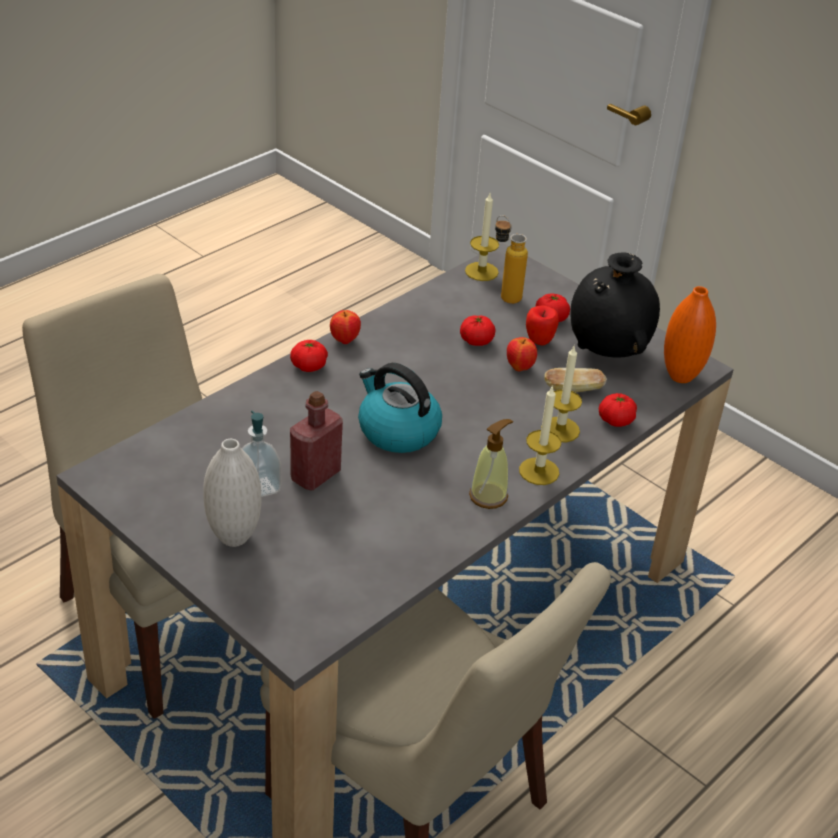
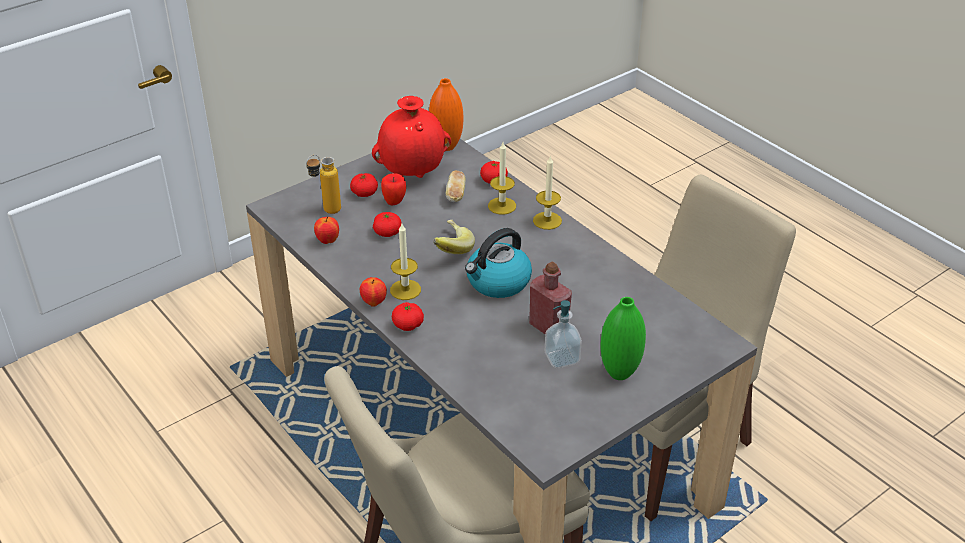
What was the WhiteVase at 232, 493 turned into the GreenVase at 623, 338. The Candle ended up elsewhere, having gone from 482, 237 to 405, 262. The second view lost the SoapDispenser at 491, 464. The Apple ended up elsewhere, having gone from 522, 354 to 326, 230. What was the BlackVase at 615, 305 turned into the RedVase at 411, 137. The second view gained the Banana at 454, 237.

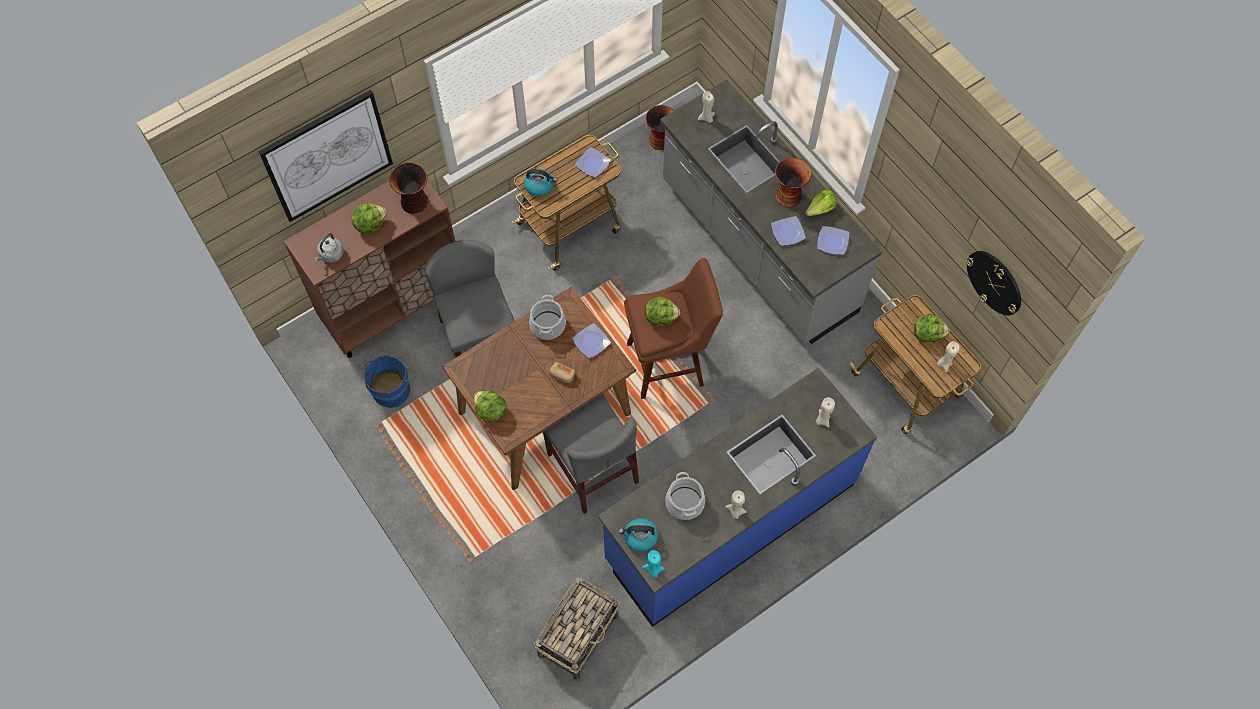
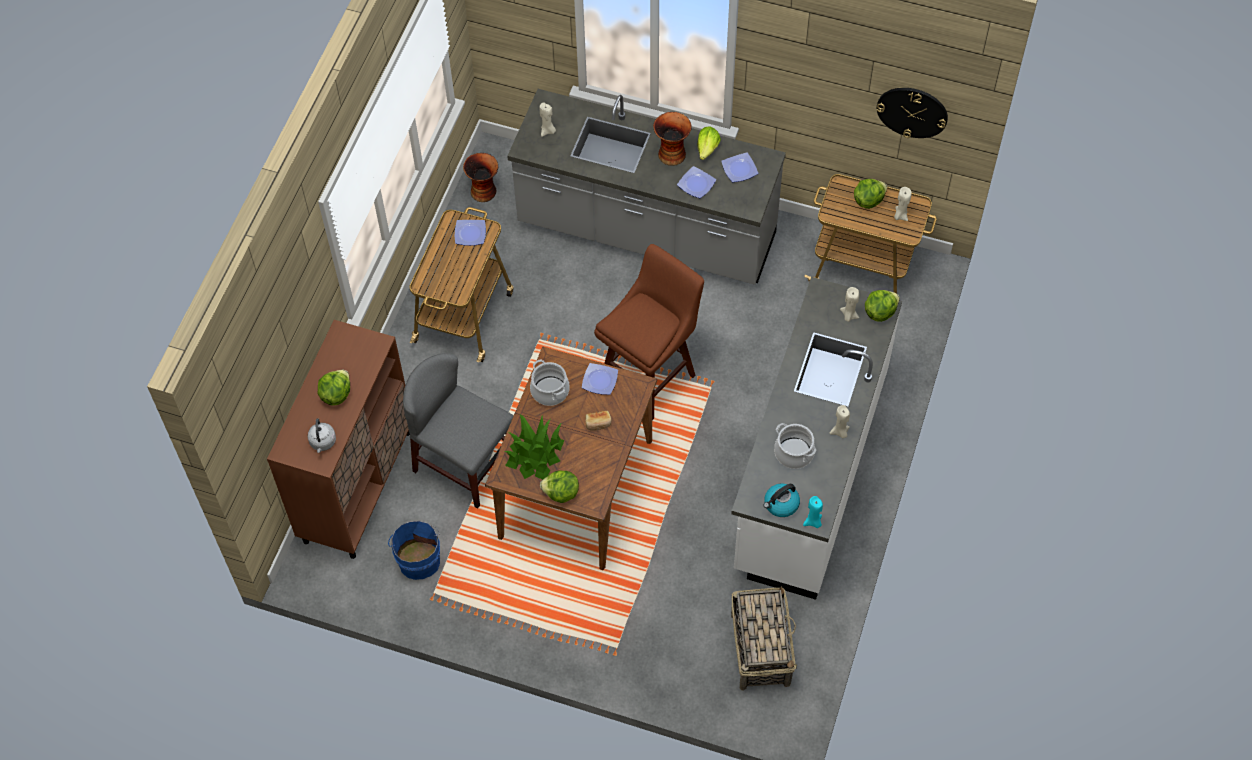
The second view lost the Picture at 325, 156. The second view lost the Vase at 408, 188. The second view lost the Kettle at 540, 183. The second view lost the GreyChair at 591, 454. What was the BlueCounter at 737, 497 turned into the WhiteCounter at 816, 438. The Lettuce ended up elsewhere, having gone from 662, 310 to 882, 306. The second view gained the PottedPlant at 534, 447.

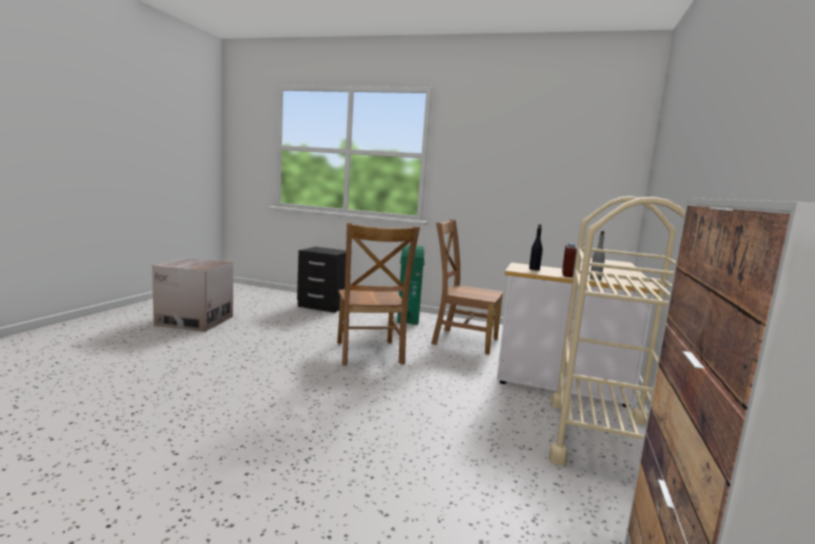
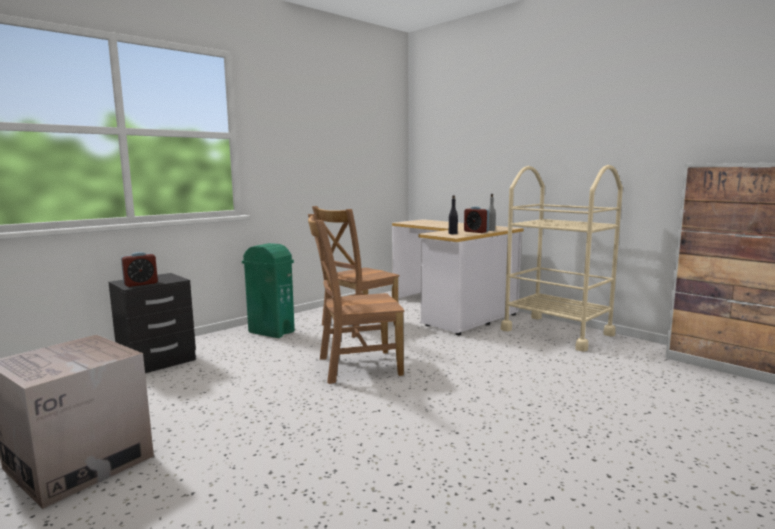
The BrownChair at 378, 294 ended up facing another way, 150 degrees clockwise from before. The second view gained the AlarmClock at 139, 269.

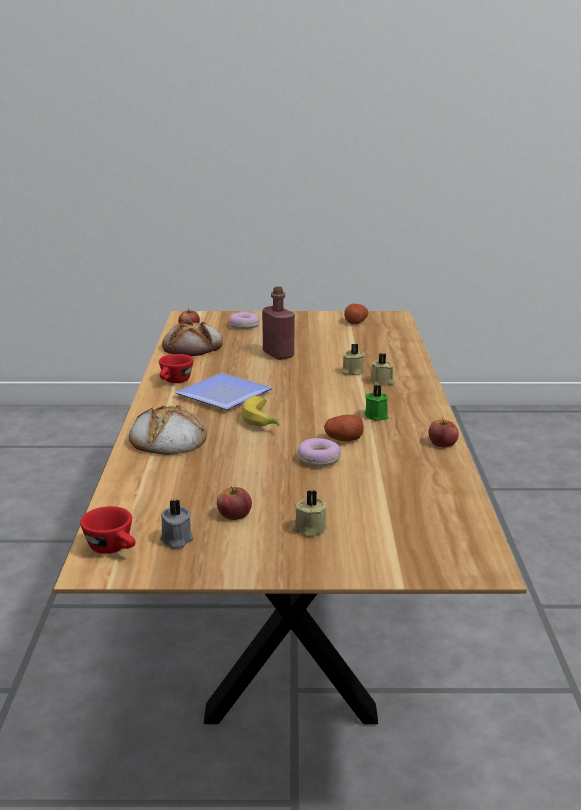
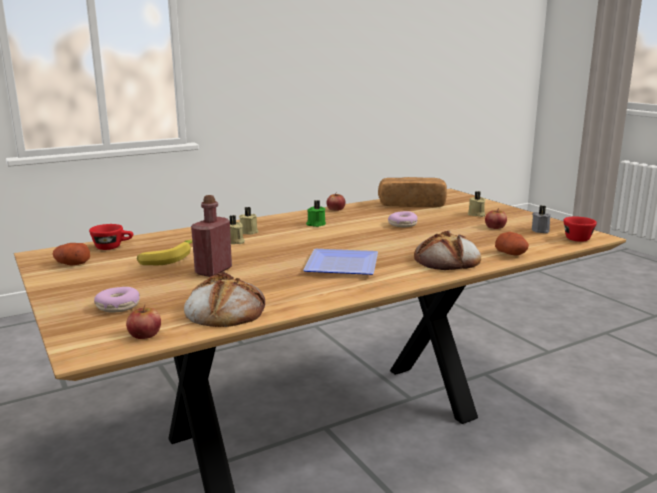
The RedCup ended up elsewhere, having gone from 176, 368 to 111, 237. The Banana ended up elsewhere, having gone from 260, 411 to 164, 252. The Potato ended up elsewhere, having gone from 344, 428 to 512, 244. The second view gained the Bread at 412, 192.

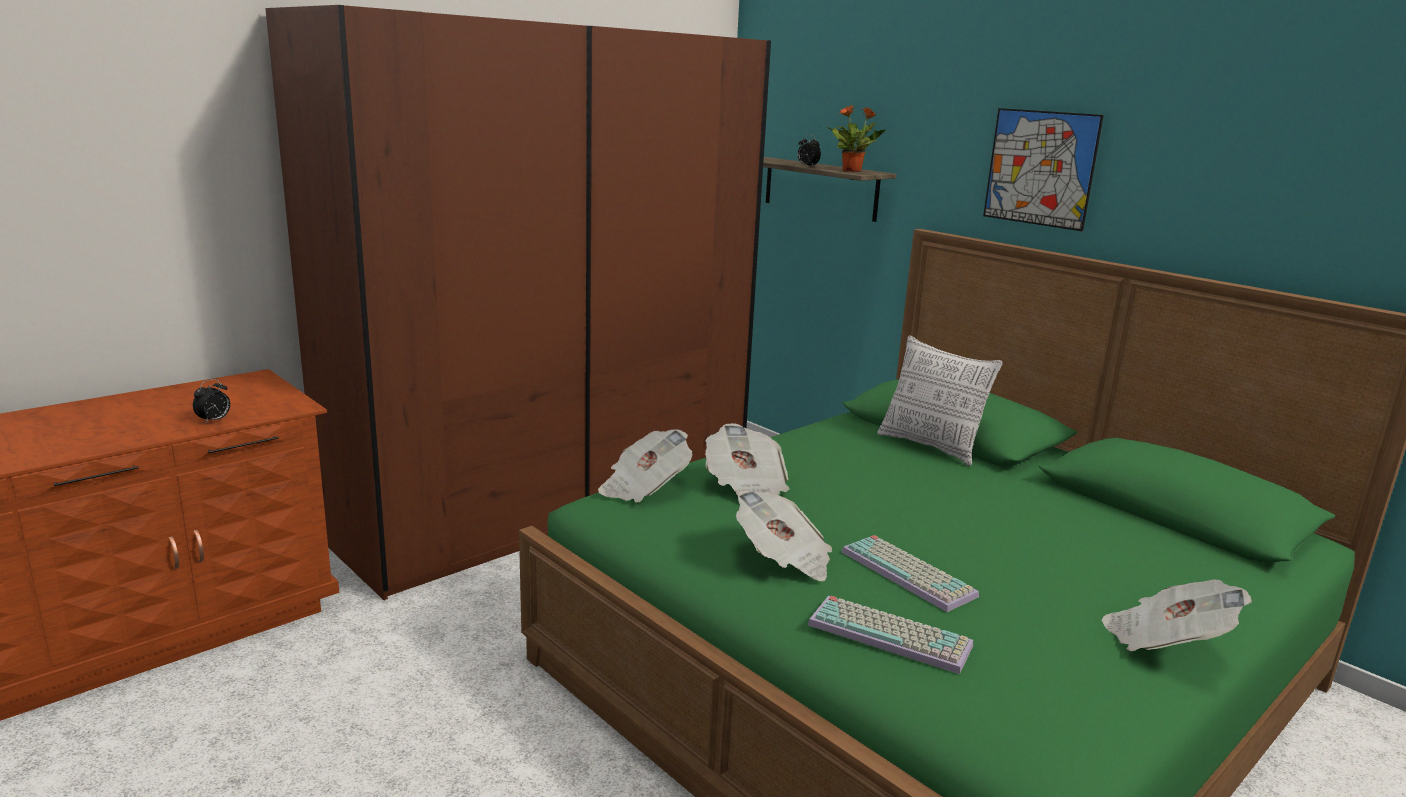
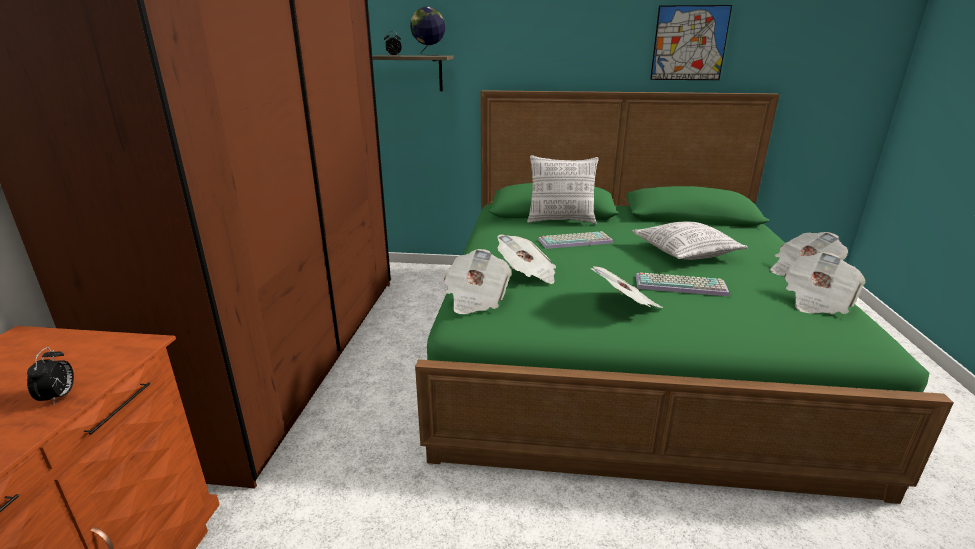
The Keyboard ended up elsewhere, having gone from 890, 635 to 575, 240. Where the PottedPlant stood at 856, 138, the Globe came to stand at 428, 31. The Picture ended up elsewhere, having gone from 1043, 169 to 691, 42. The second view gained the Pillow at 690, 241. The second view gained the Newspaper at 824, 283.

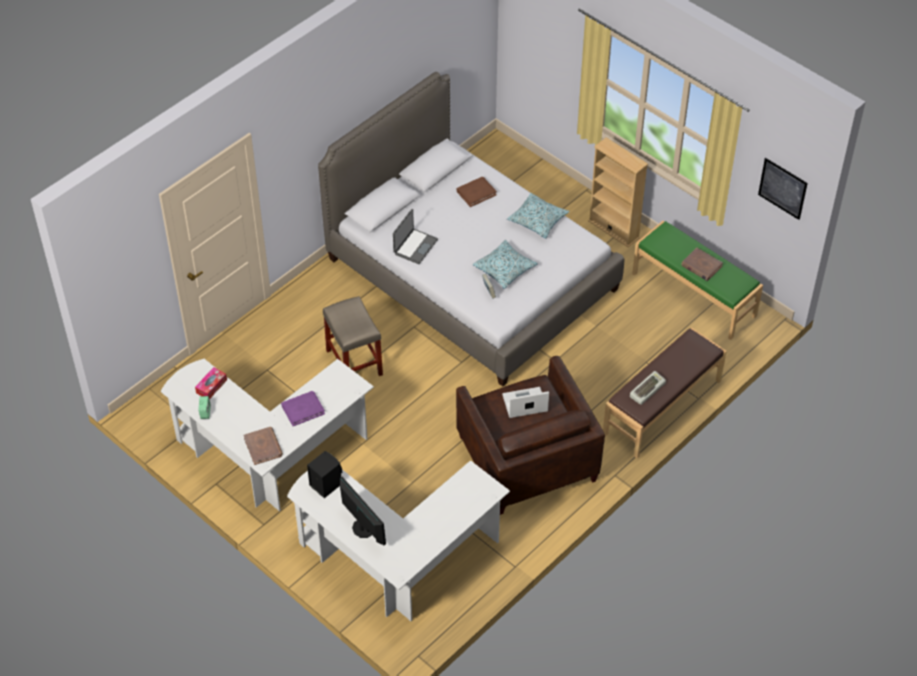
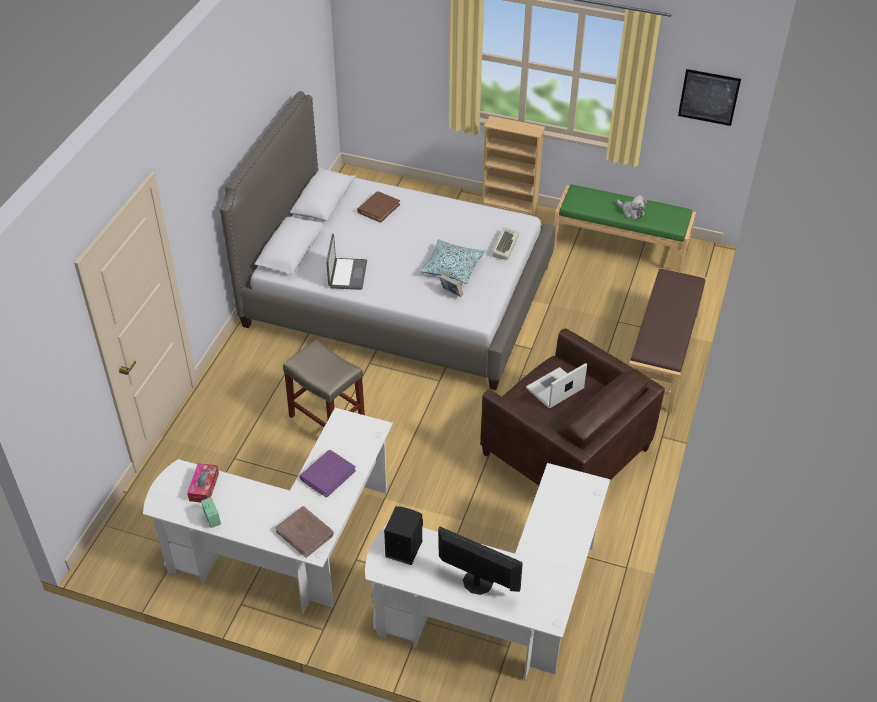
The second view lost the Pillow at 538, 215. The Keyboard ended up elsewhere, having gone from 648, 388 to 505, 243. Where the BrownBook stood at 702, 264, the PlushToy came to stand at 632, 207.

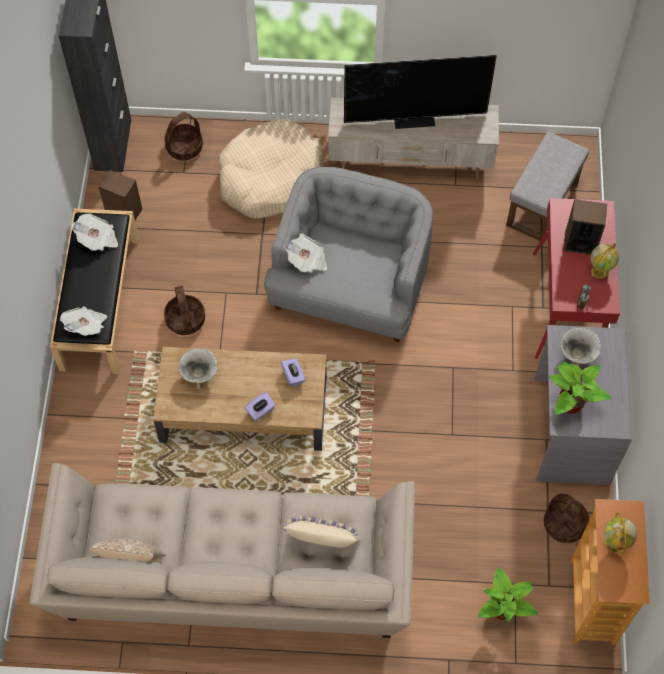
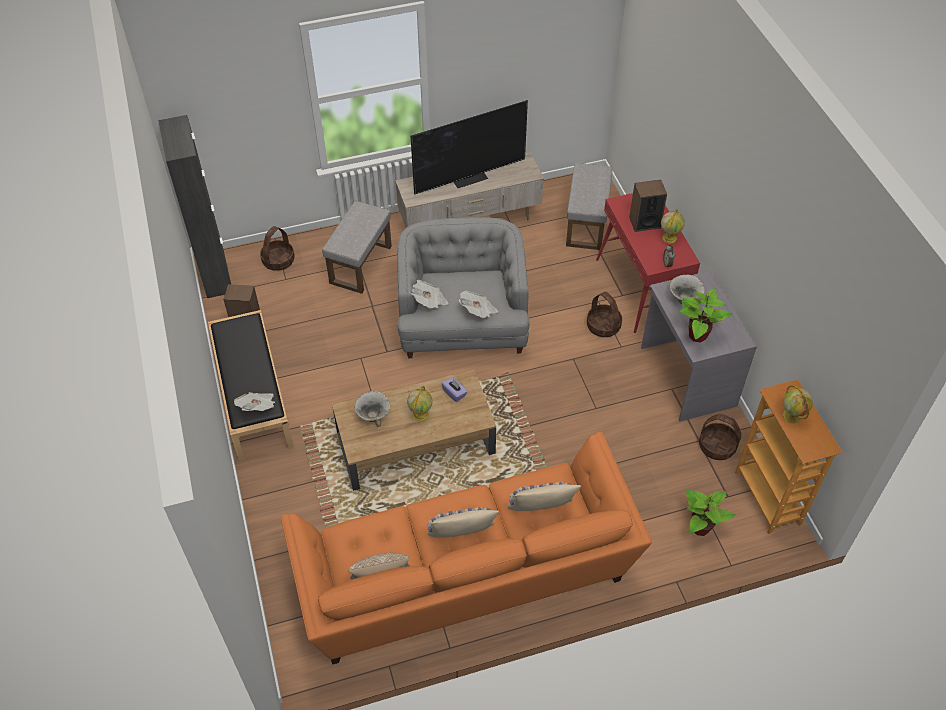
What was the BeigeSofa at 222, 550 turned into the OrangeSofa at 466, 548. The Newspaper ended up elsewhere, having gone from 95, 232 to 478, 304. The Basket ended up elsewhere, having gone from 184, 310 to 604, 314. Where the BeigeDogBed stood at 271, 169, the GreyOttoman came to stand at 357, 247. The second view lost the PurpleTissueBox at 260, 406. The second view gained the Globe at 419, 404. The second view gained the BeigePillow at 463, 522.

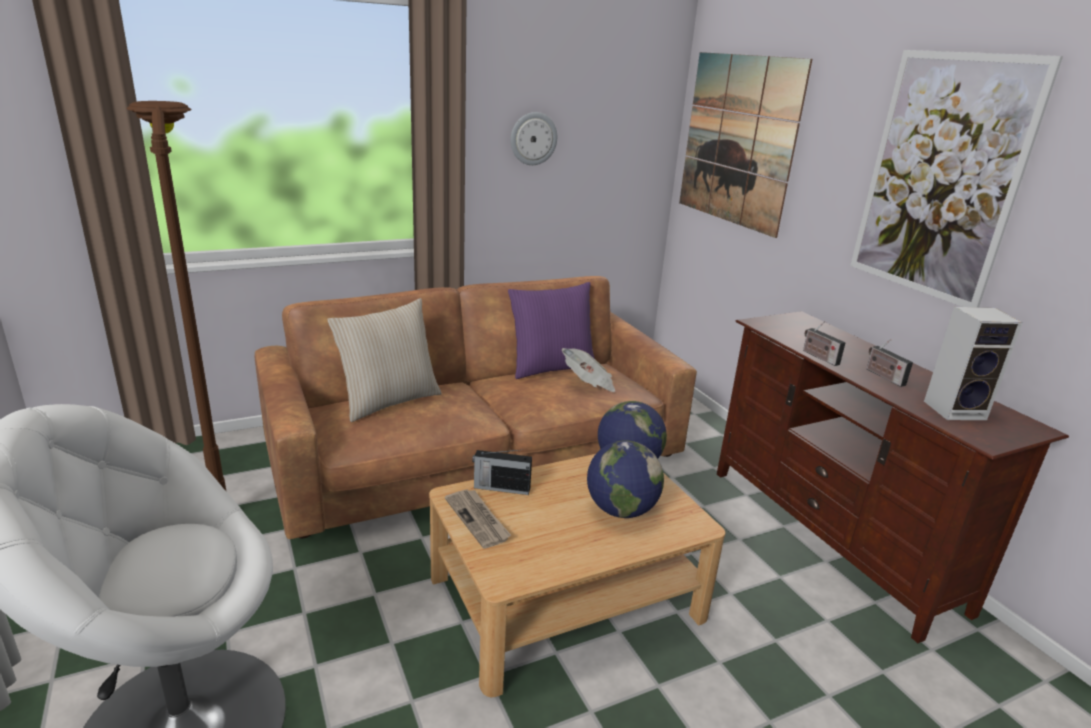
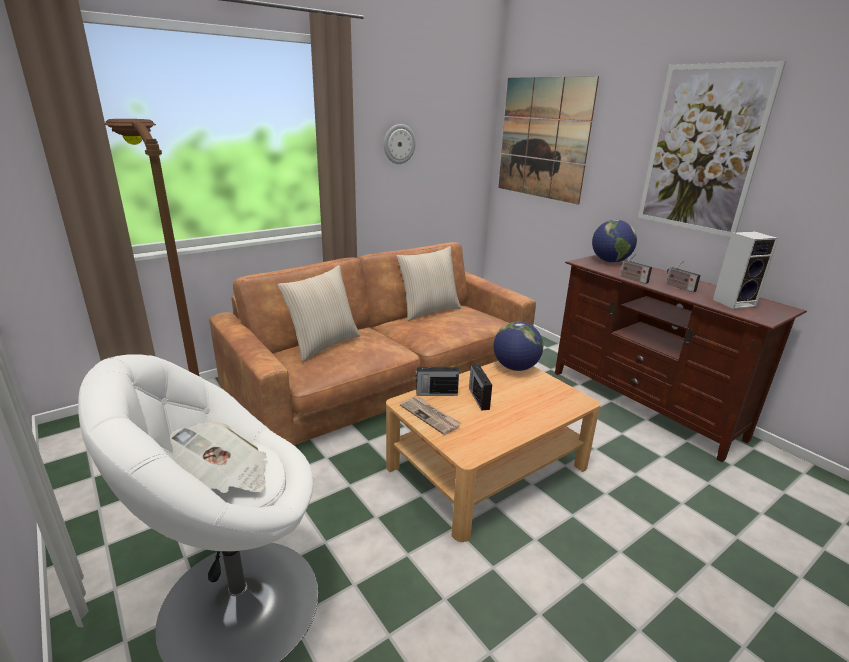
What was the PurplePillow at 551, 330 turned into the BeigePillow at 429, 283. The Newspaper ended up elsewhere, having gone from 588, 370 to 218, 457. The Globe ended up elsewhere, having gone from 625, 479 to 614, 241. The second view gained the Radio at 480, 387.

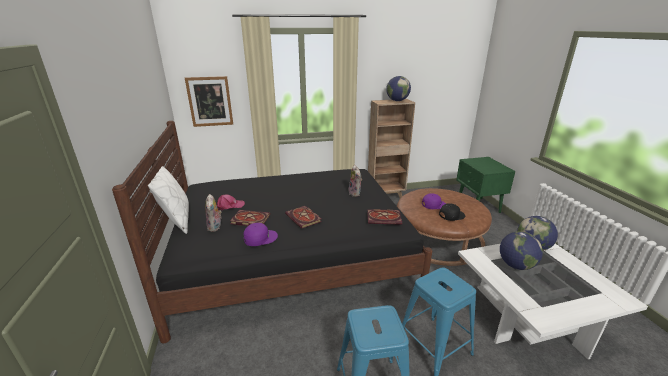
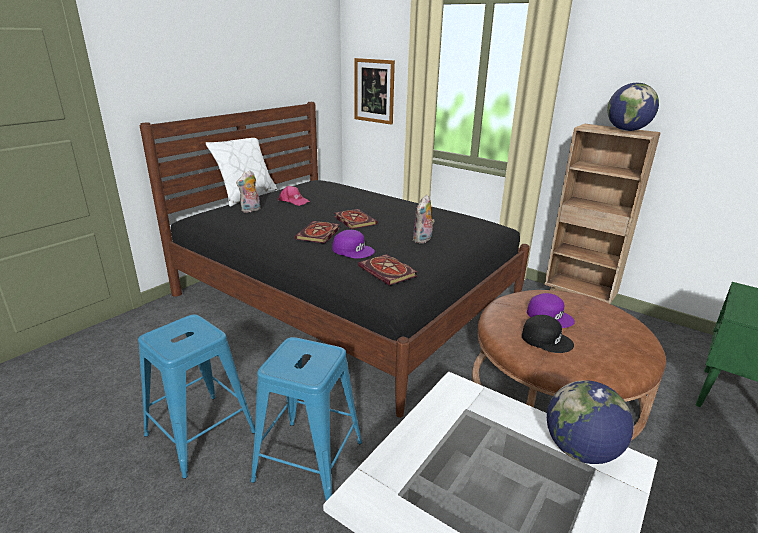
The Book ended up elsewhere, having gone from 250, 218 to 356, 219. The PurpleCap ended up elsewhere, having gone from 260, 234 to 353, 244. The second view lost the Globe at 521, 250.

